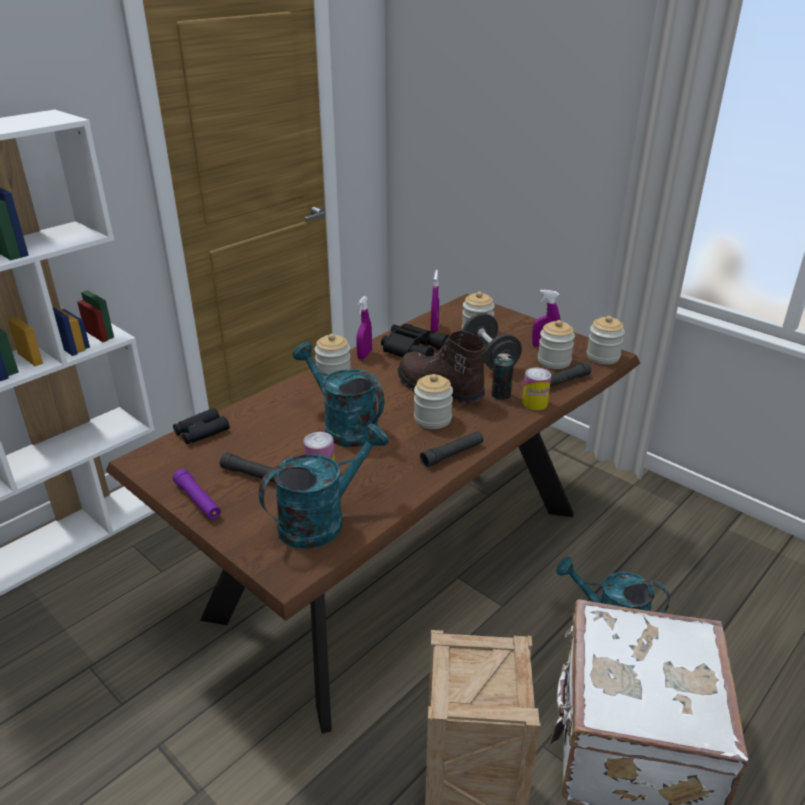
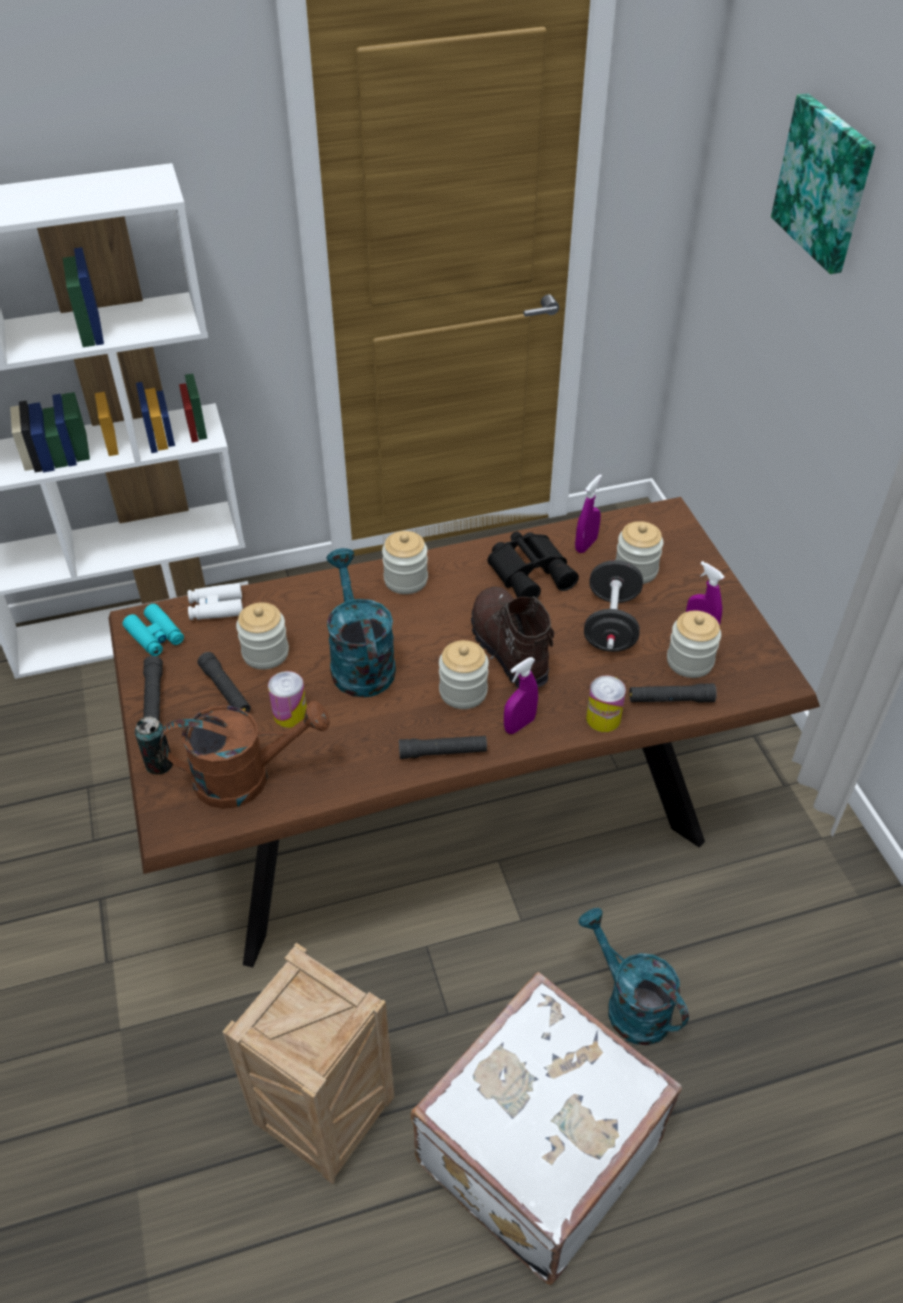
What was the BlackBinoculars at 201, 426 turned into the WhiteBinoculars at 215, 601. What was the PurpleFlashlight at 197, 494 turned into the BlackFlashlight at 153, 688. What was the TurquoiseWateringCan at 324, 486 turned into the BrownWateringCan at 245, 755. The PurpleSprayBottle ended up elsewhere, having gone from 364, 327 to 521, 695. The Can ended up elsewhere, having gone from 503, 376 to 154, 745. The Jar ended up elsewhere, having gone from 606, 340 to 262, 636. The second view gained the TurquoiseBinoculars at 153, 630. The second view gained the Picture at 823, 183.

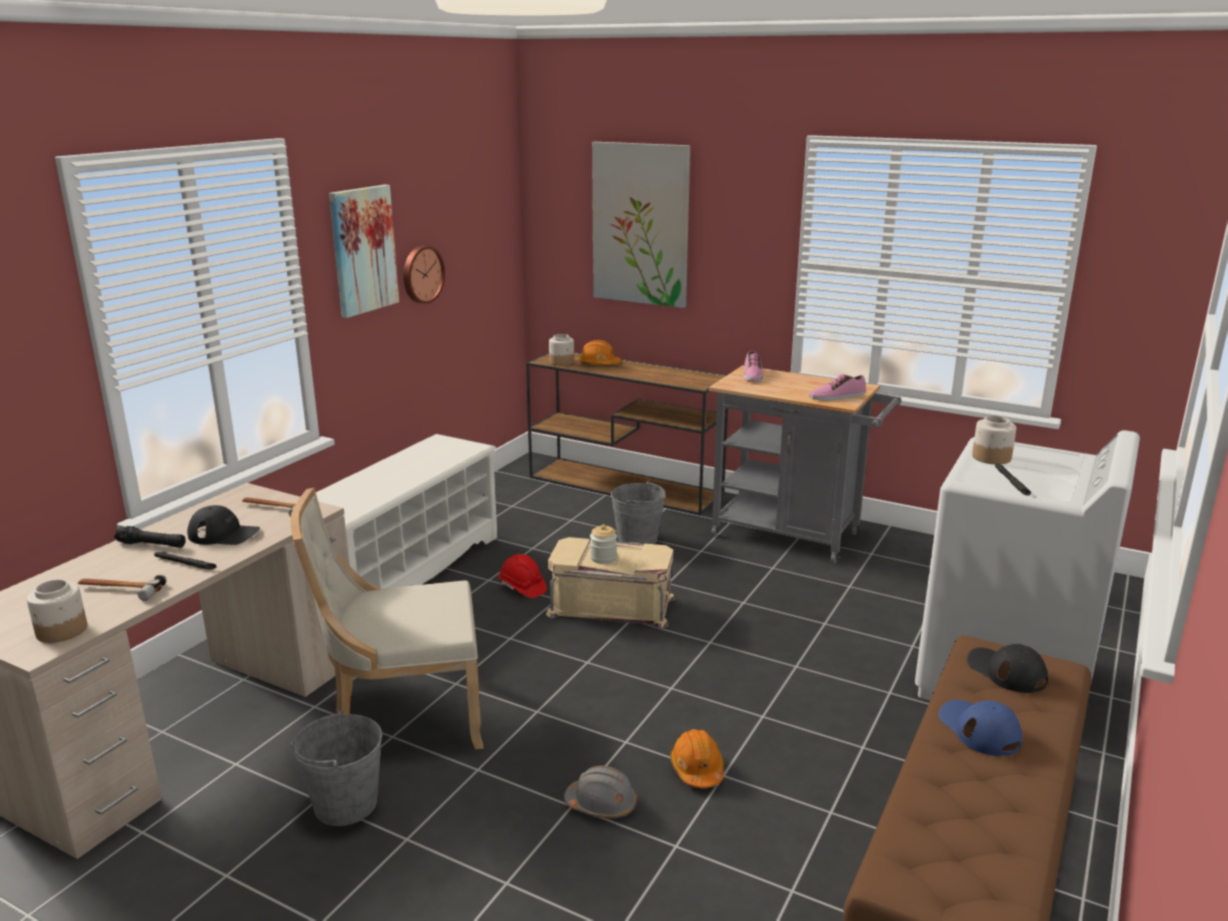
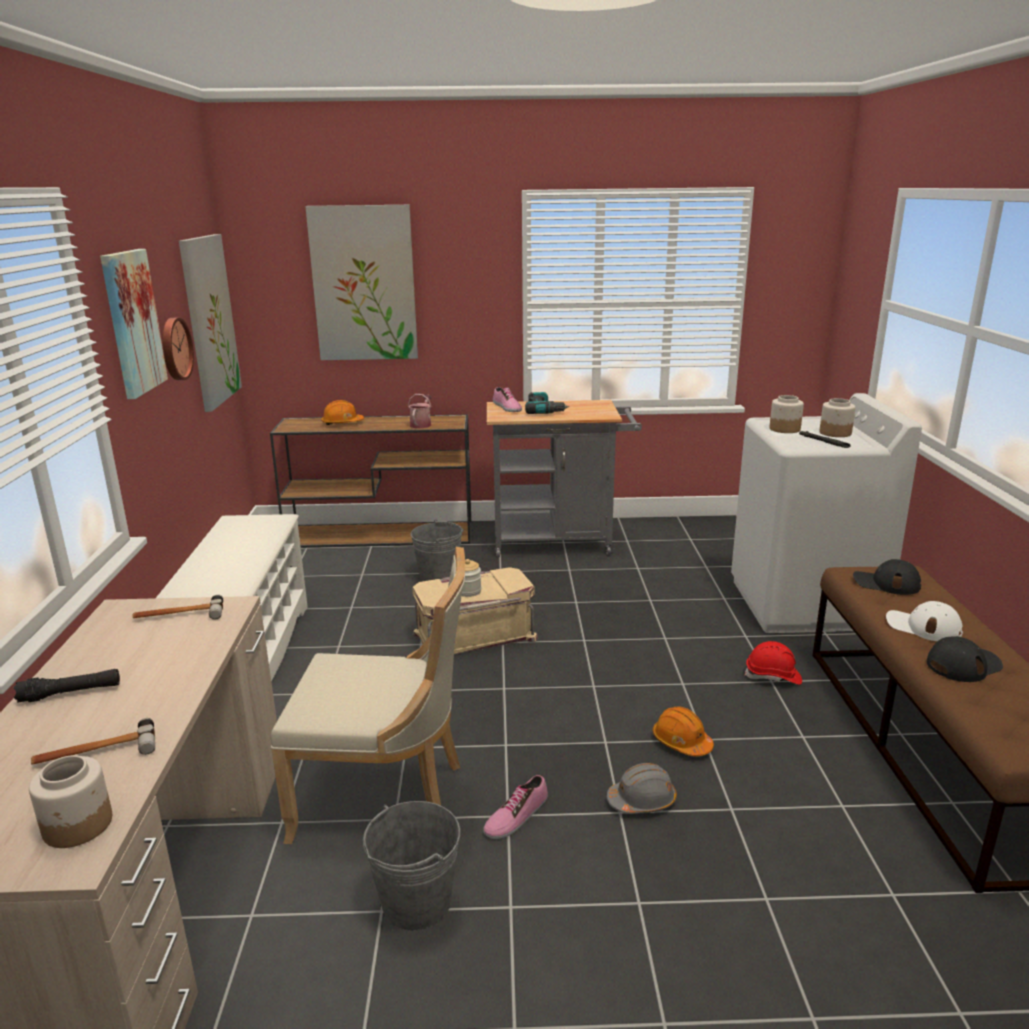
The second view lost the BlackFlashlight at 185, 561. The BlackCap ended up elsewhere, having gone from 223, 525 to 965, 659. The BeigeChair at 387, 618 ended up facing another way, 135 degrees counterclockwise from before. The RedHardHat ended up elsewhere, having gone from 523, 576 to 773, 663. The Jar ended up elsewhere, having gone from 561, 350 to 837, 417. The Shoe ended up elsewhere, having gone from 837, 387 to 515, 807. What was the BlueCap at 980, 728 turned into the WhiteCap at 924, 621. The second view gained the Picture at 210, 323. The second view gained the WateringCan at 420, 411. The second view gained the PowerDrill at 547, 403.

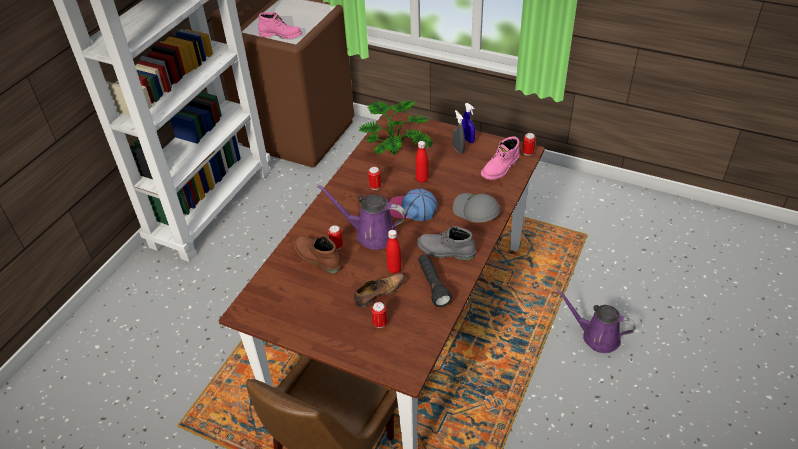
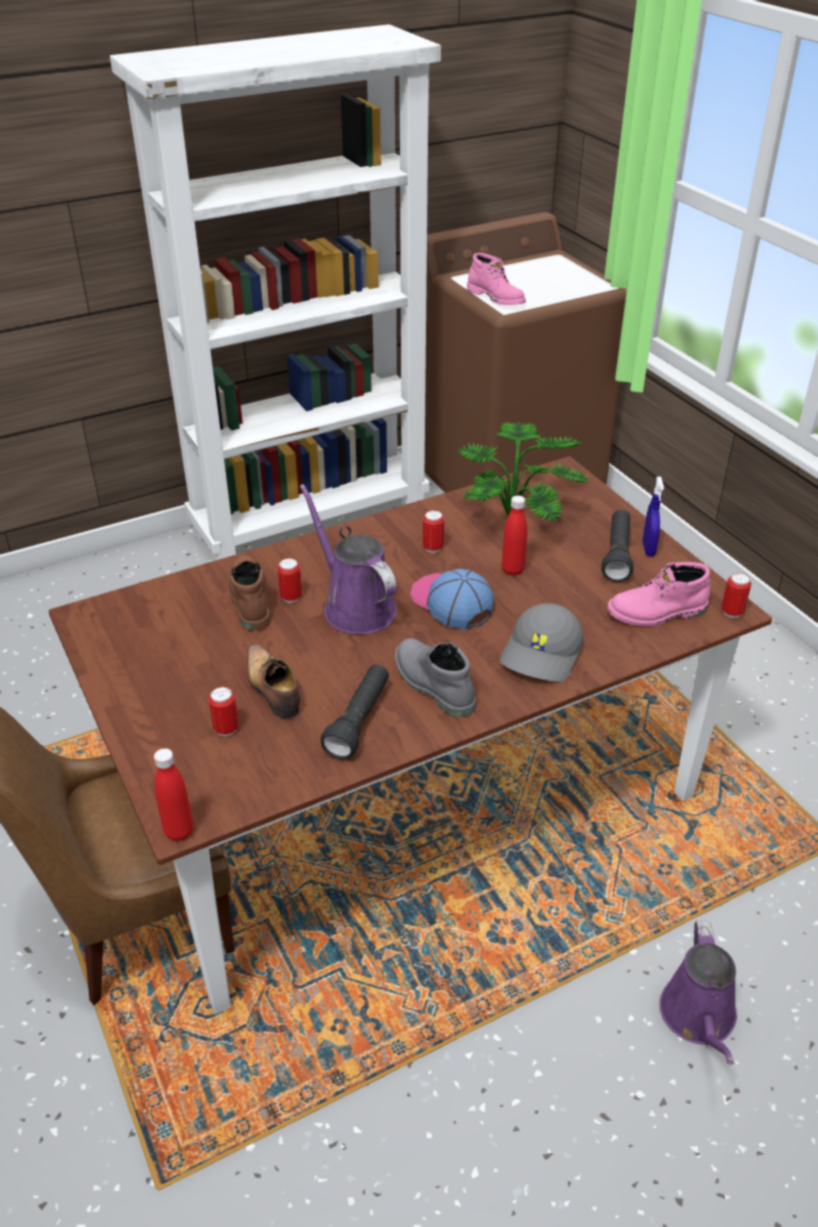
The Shoe at 380, 291 ended up facing another way, 120 degrees counterclockwise from before. The RedBottle ended up elsewhere, having gone from 393, 252 to 173, 794. Where the GreySprayBottle stood at 458, 132, the BlackFlashlight came to stand at 617, 546. The GreyCap at 476, 208 ended up facing another way, 150 degrees counterclockwise from before. The PurpleWateringCan at 596, 321 ended up facing another way, 150 degrees counterclockwise from before.

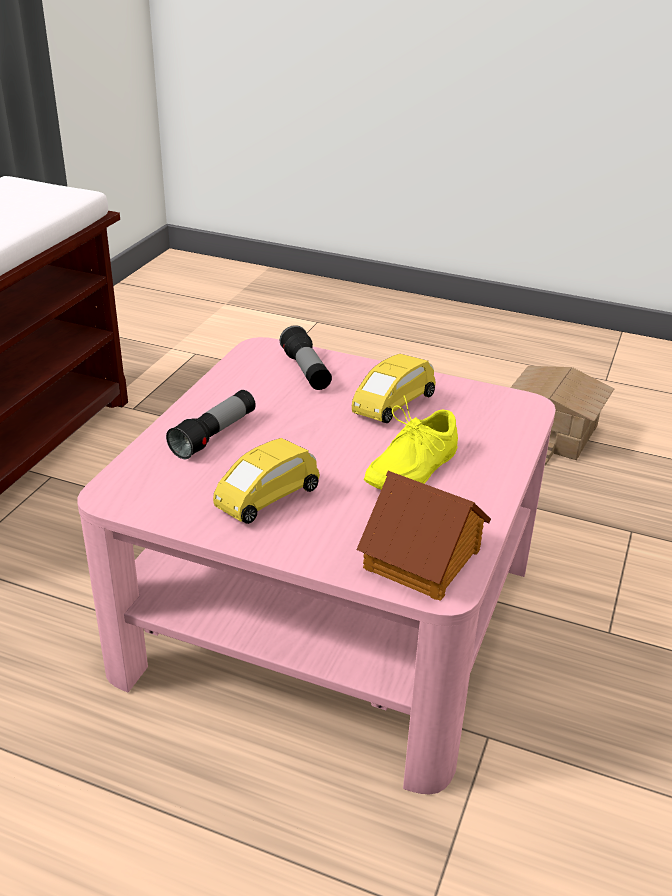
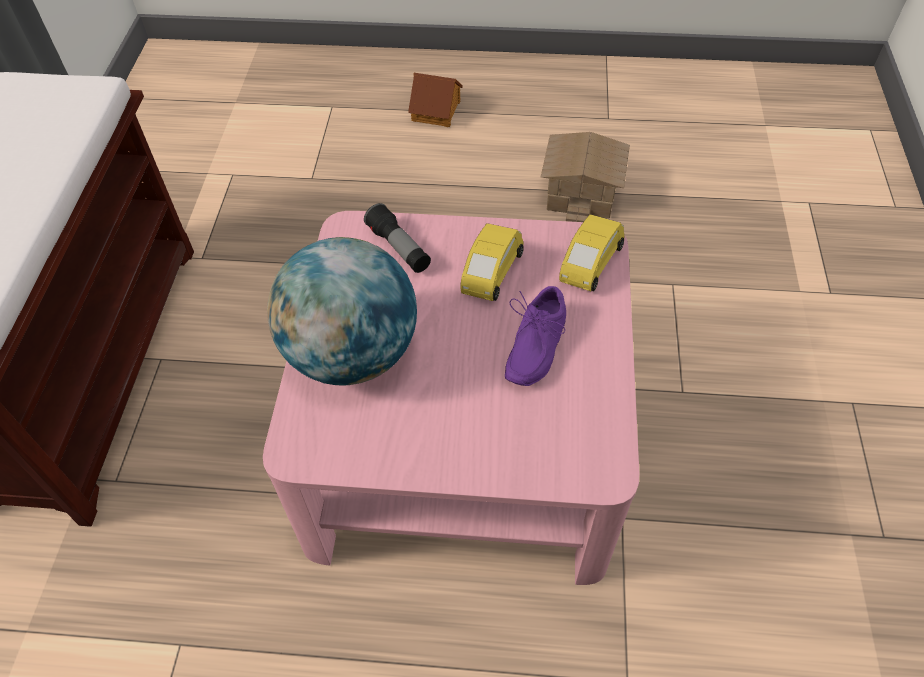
Where the Flashlight stood at 211, 424, the Globe came to stand at 342, 311. The YellowToyCar ended up elsewhere, having gone from 266, 481 to 592, 252. The ToyHouse ended up elsewhere, having gone from 423, 536 to 435, 100. What was the YellowShoe at 410, 442 turned into the PurpleShoe at 535, 336.

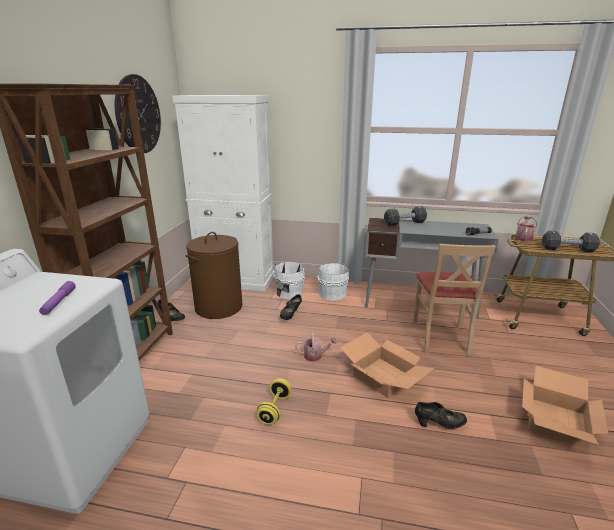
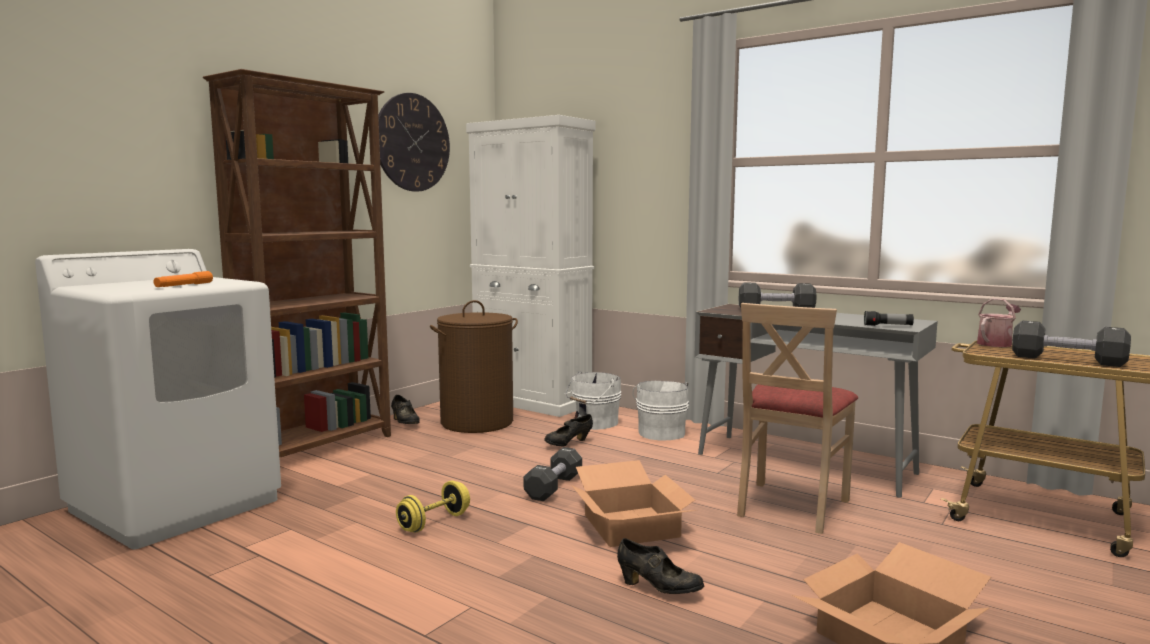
What was the PurpleFlashlight at 57, 298 turned into the OrangeFlashlight at 183, 279. Where the WateringCan stood at 316, 347, the BlackDumbbell came to stand at 553, 474.

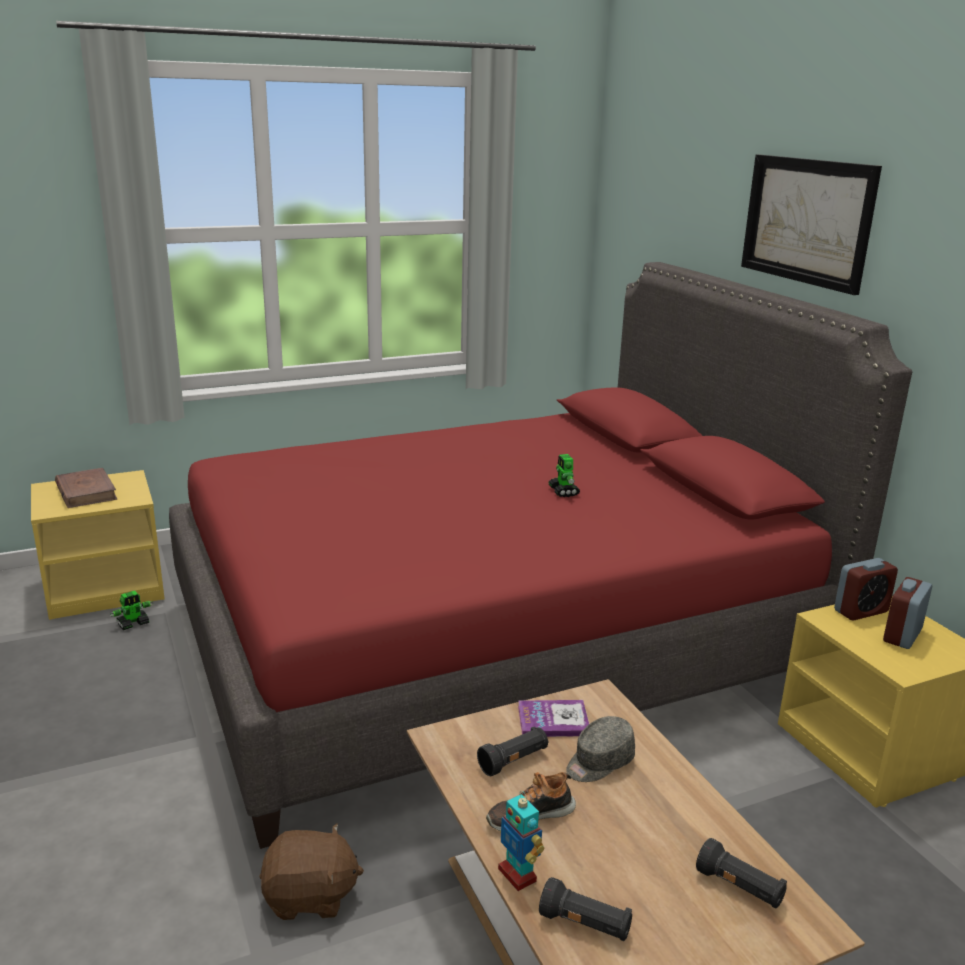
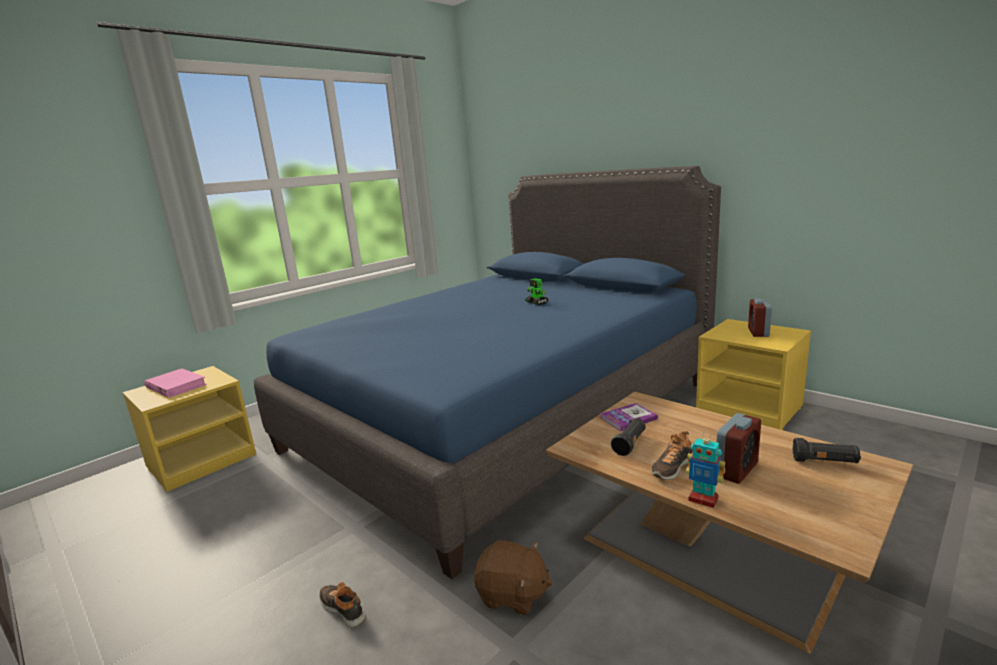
What was the BrownBook at 86, 488 turned into the PinkBook at 175, 383. The second view lost the ToyRobot at 131, 610. What was the RedBed at 540, 555 turned into the BlueBed at 487, 372. The BrownPlushToy at 311, 871 ended up facing another way, 45 degrees clockwise from before. The second view lost the BlackFlashlight at 585, 909. The second view lost the GreyCap at 600, 749. The second view lost the Picture at 811, 225. The AlarmClock ended up elsewhere, having gone from 866, 589 to 738, 448. The second view gained the Shoe at 342, 605.

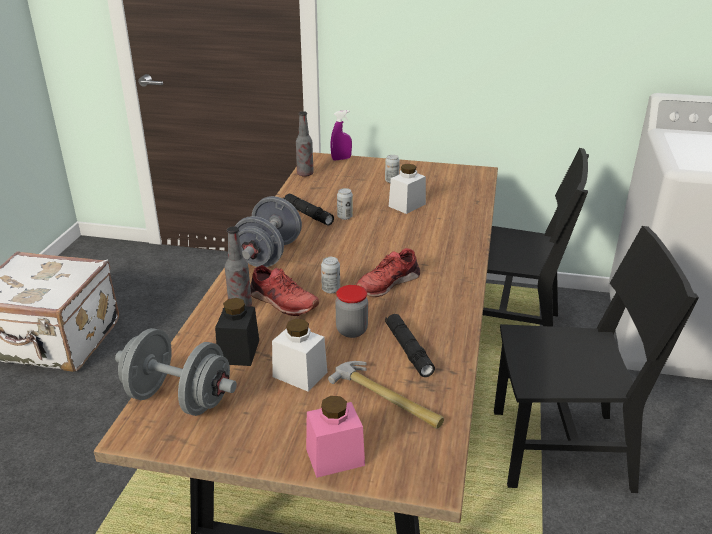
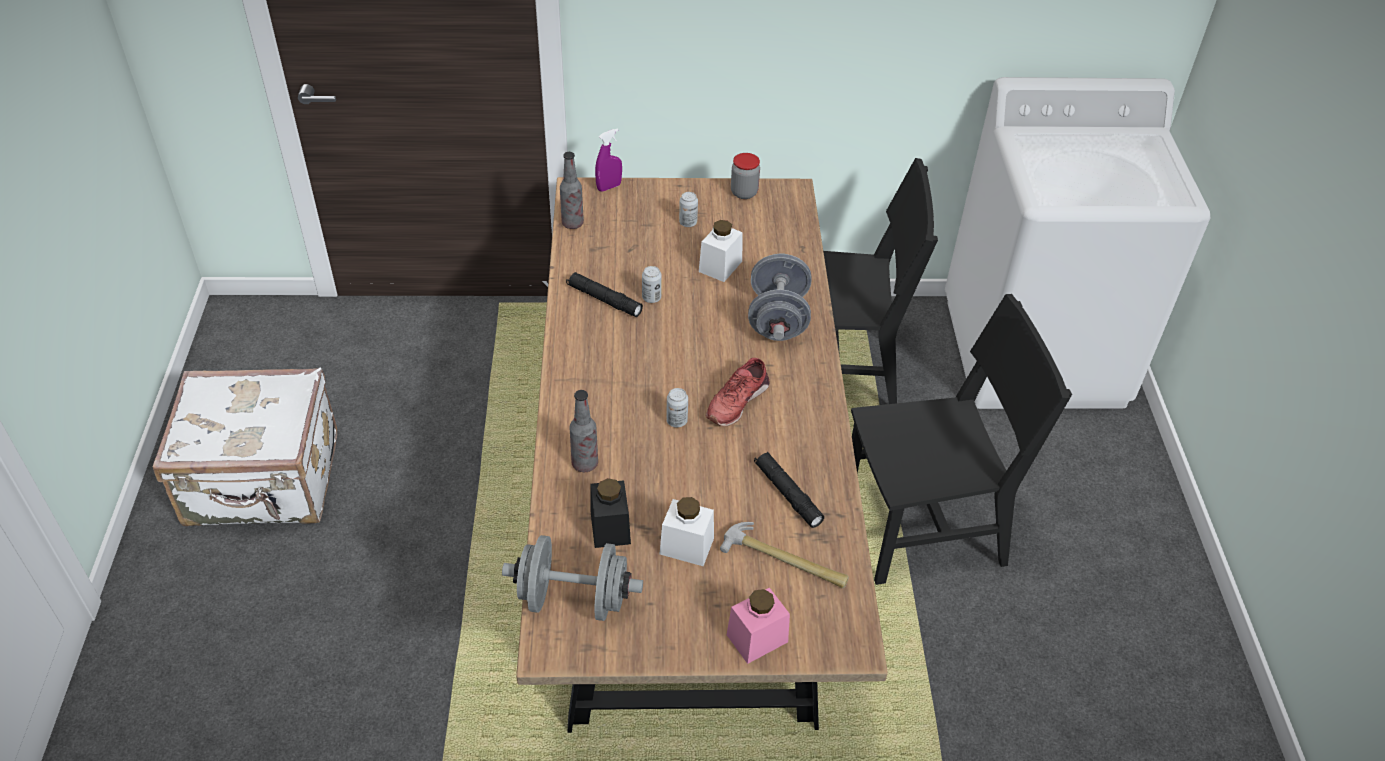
The GreyDumbbell ended up elsewhere, having gone from 268, 231 to 780, 297. The second view lost the RedShoe at 284, 290. The Jar ended up elsewhere, having gone from 351, 311 to 745, 176.

